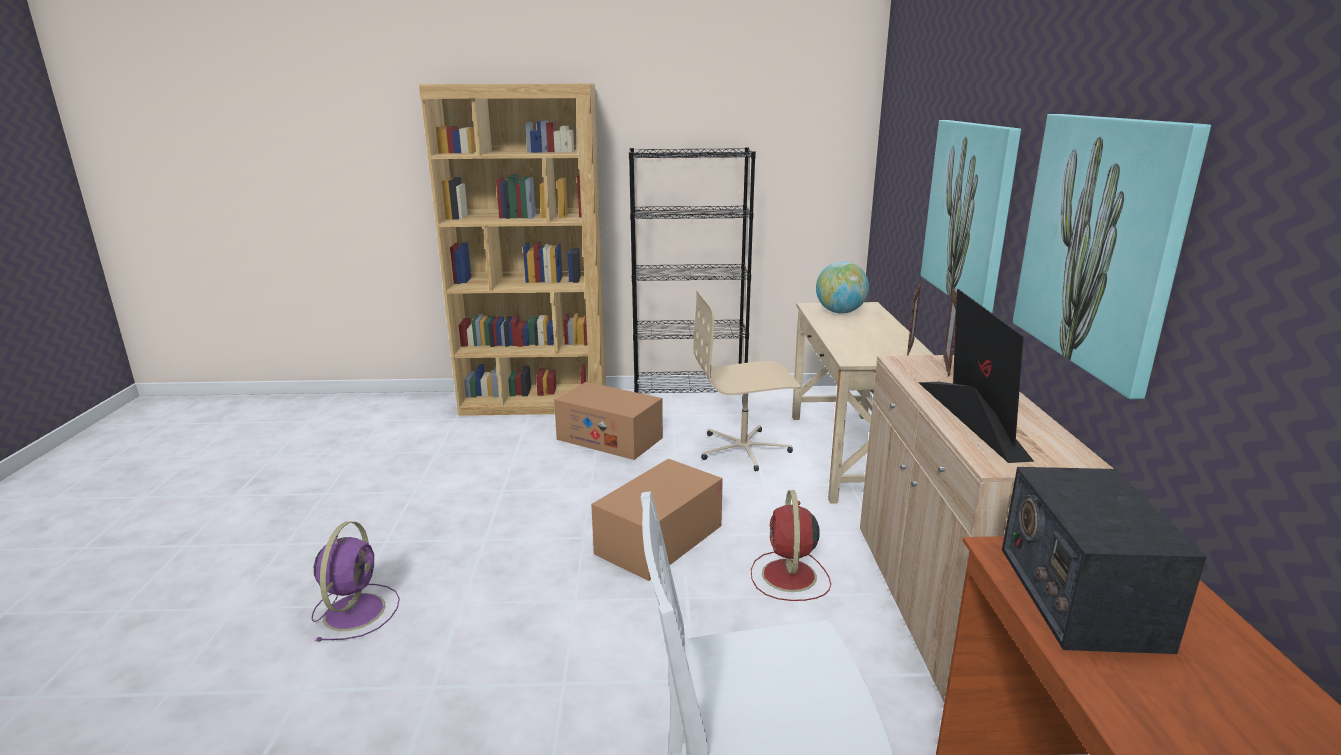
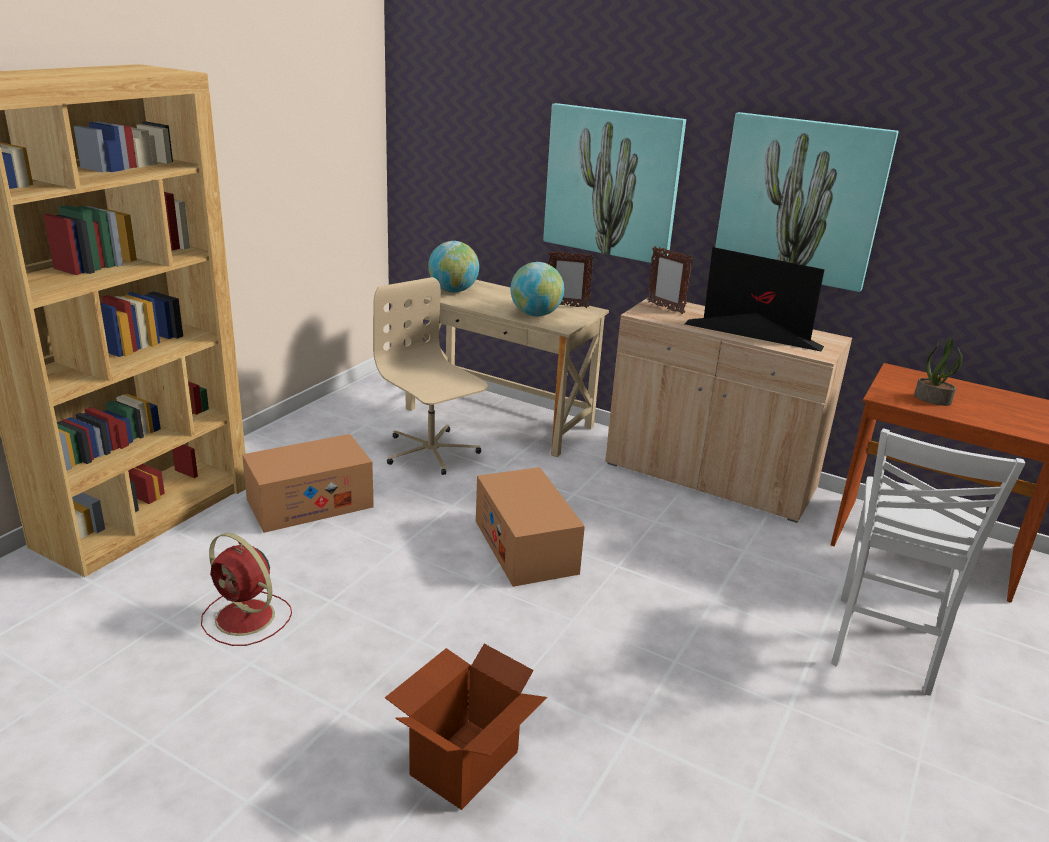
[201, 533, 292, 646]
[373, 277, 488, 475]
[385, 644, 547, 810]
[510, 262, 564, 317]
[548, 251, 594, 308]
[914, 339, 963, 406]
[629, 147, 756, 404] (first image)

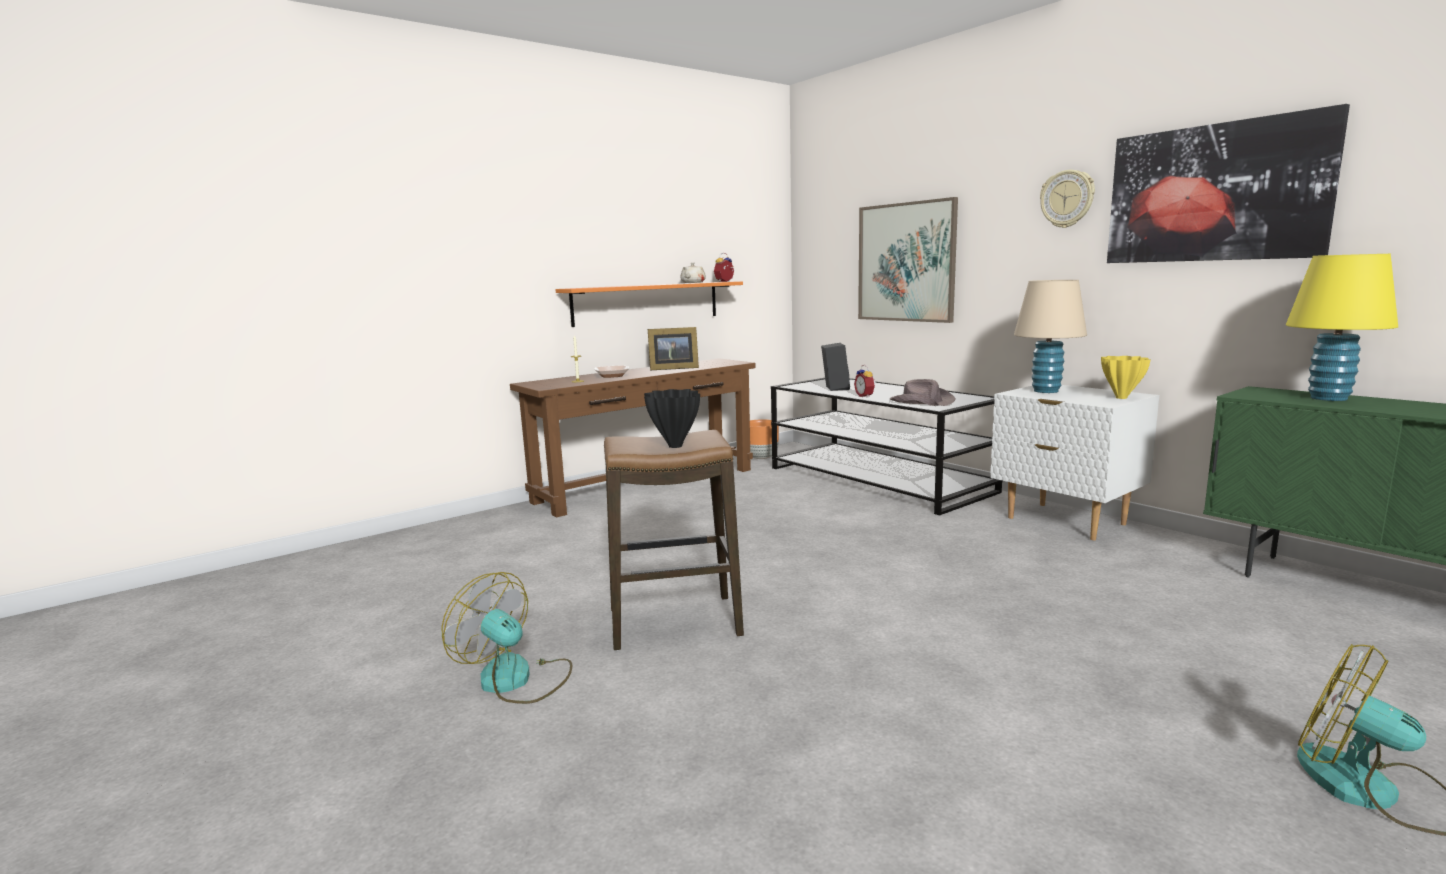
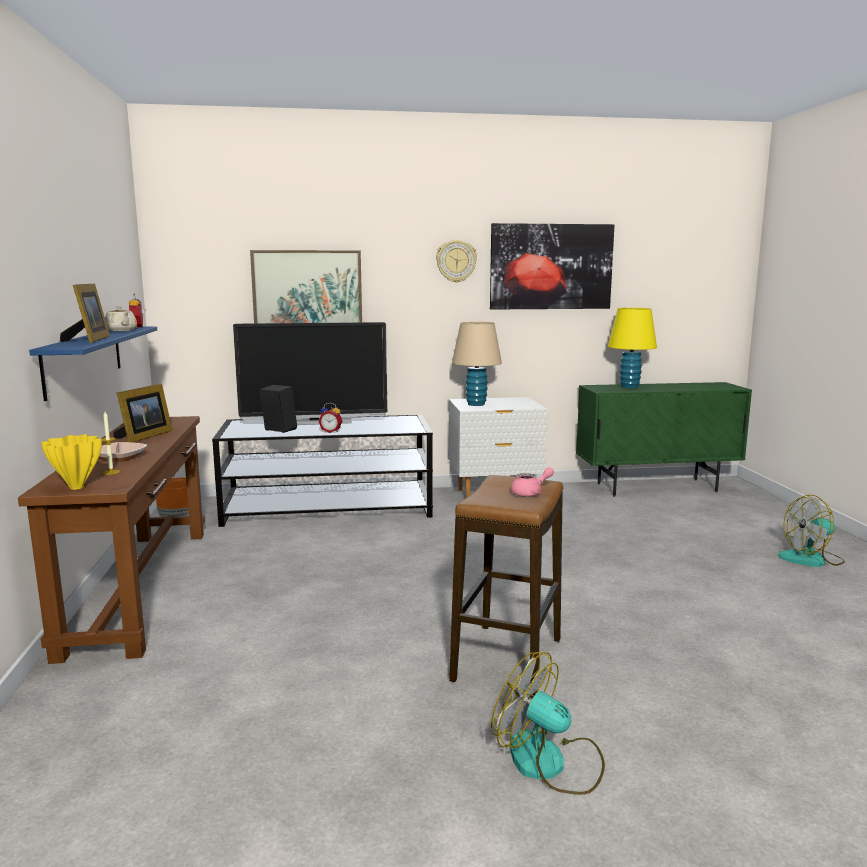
[29, 326, 157, 401]
[41, 434, 102, 490]
[60, 284, 110, 343]
[233, 322, 387, 425]
[491, 652, 605, 795]
[510, 467, 554, 497]
[890, 379, 956, 406] (first image)

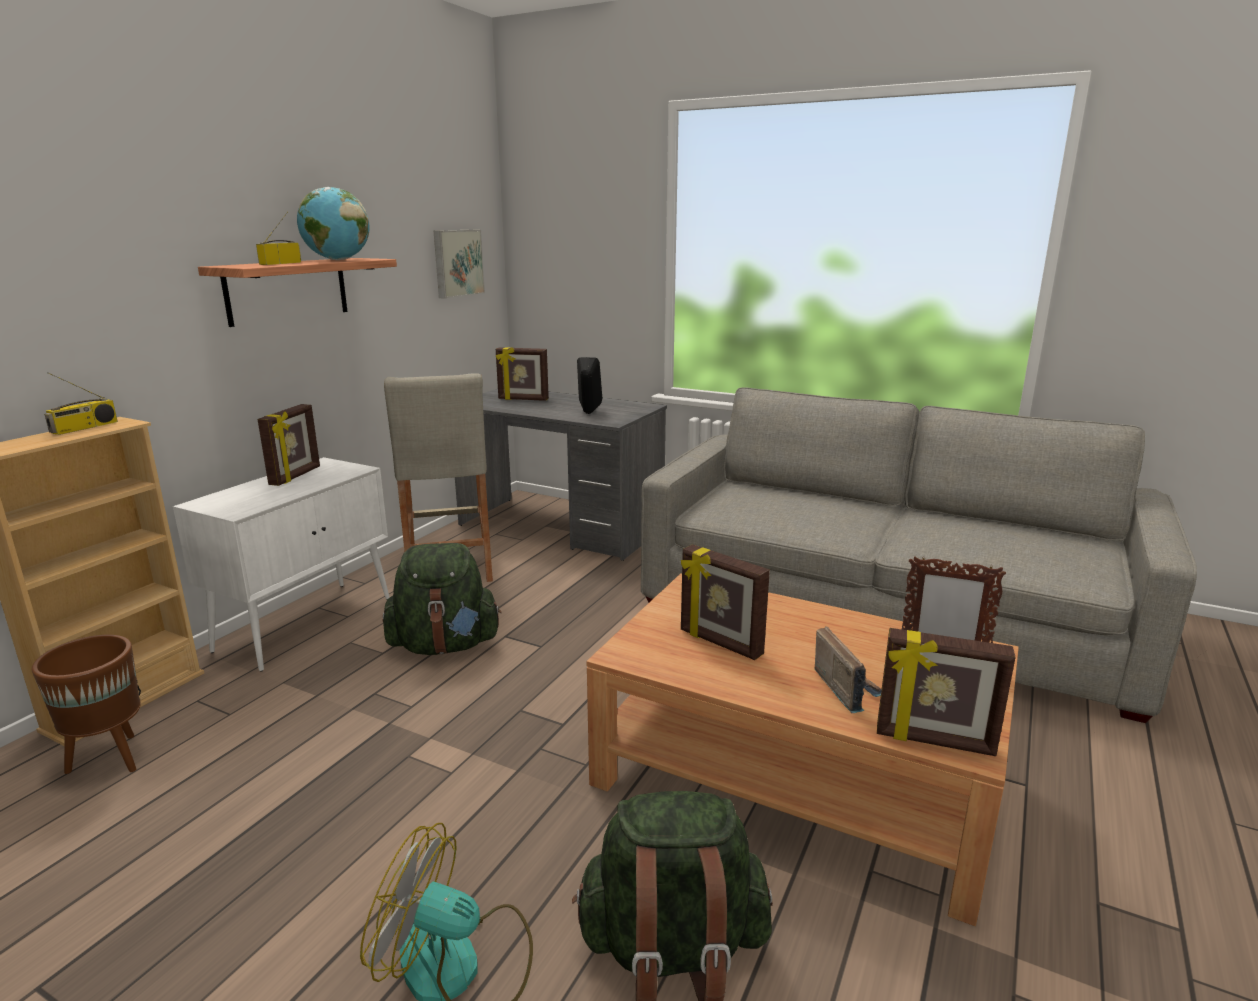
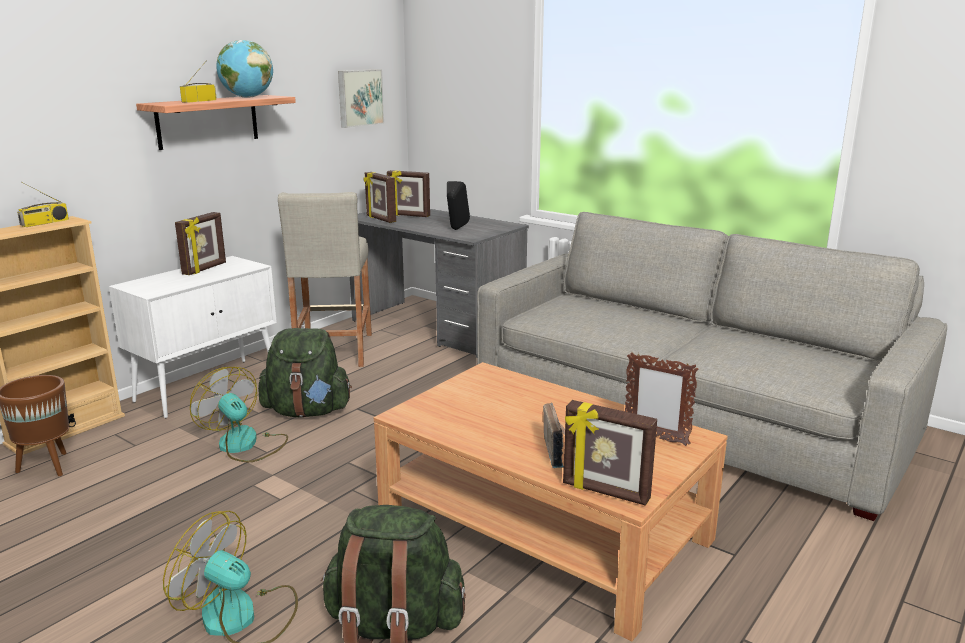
[190, 367, 288, 462]
[363, 172, 396, 223]

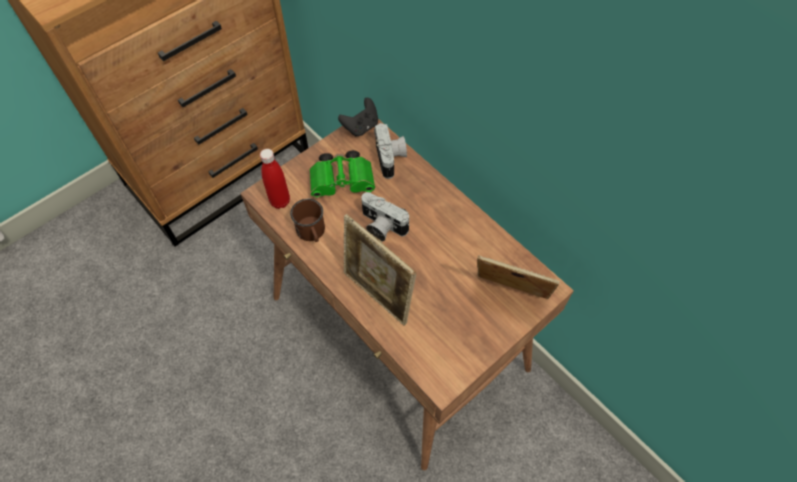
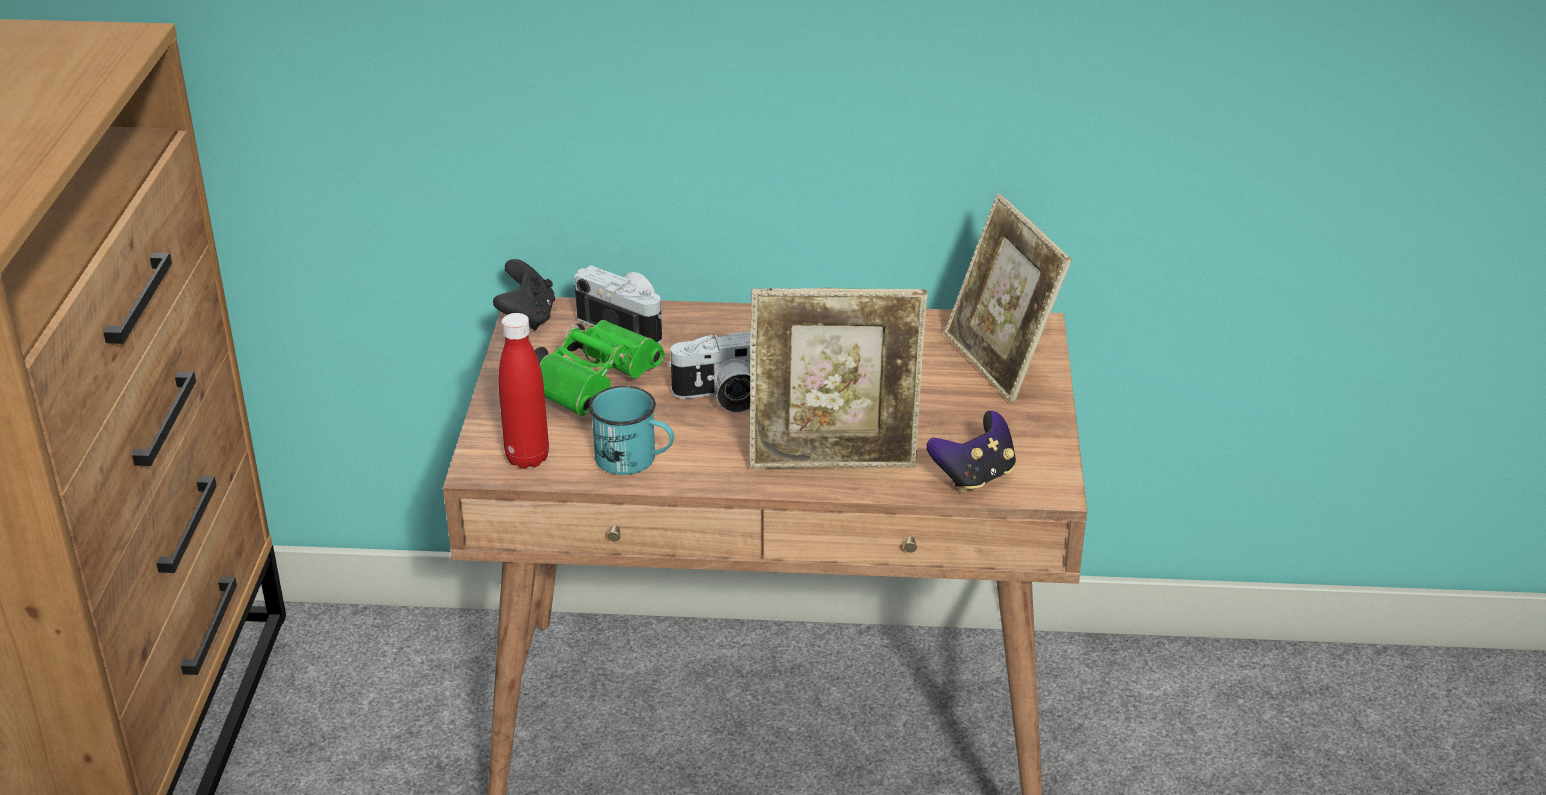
[589, 386, 674, 475]
[927, 411, 1016, 493]
[944, 193, 1072, 403]

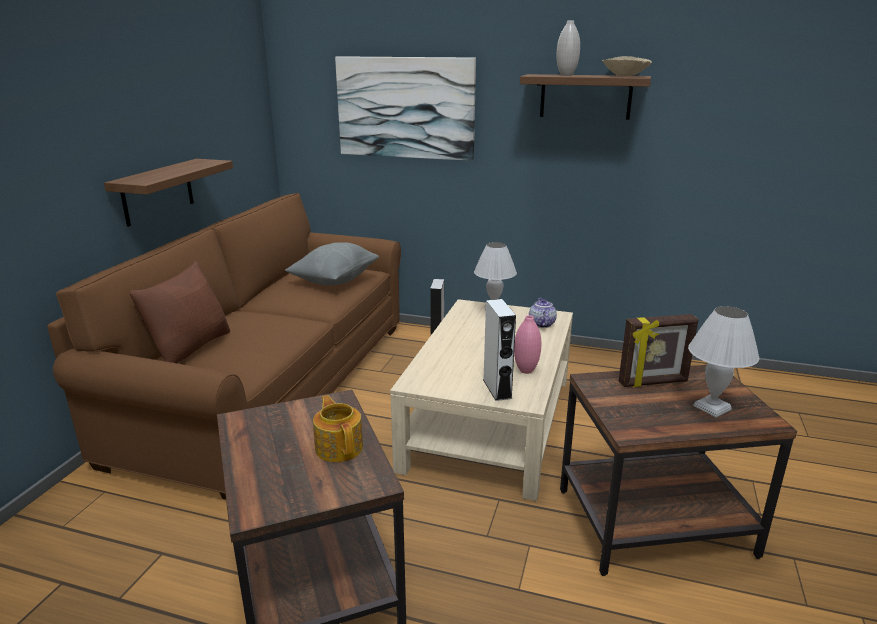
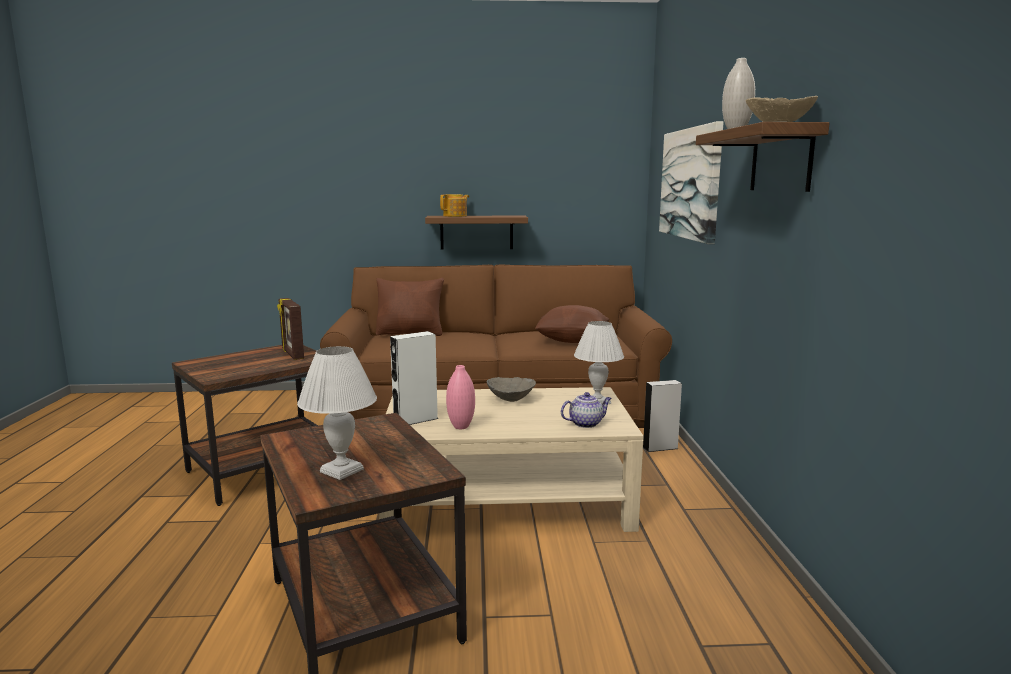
[277, 298, 304, 360]
[440, 194, 469, 217]
[487, 377, 536, 402]
[535, 305, 609, 343]

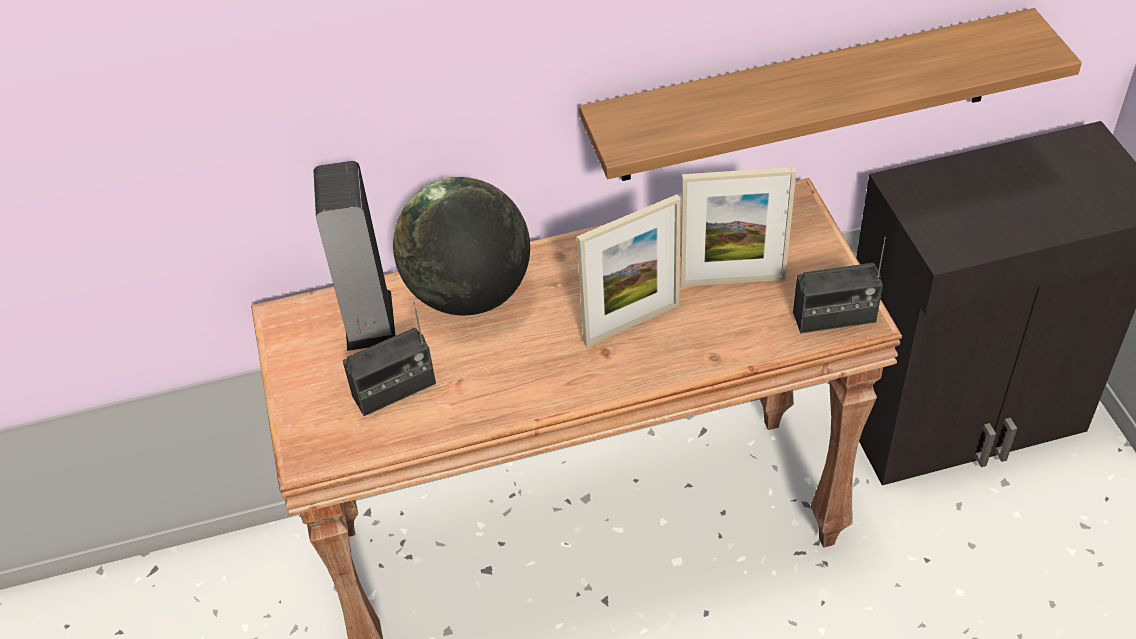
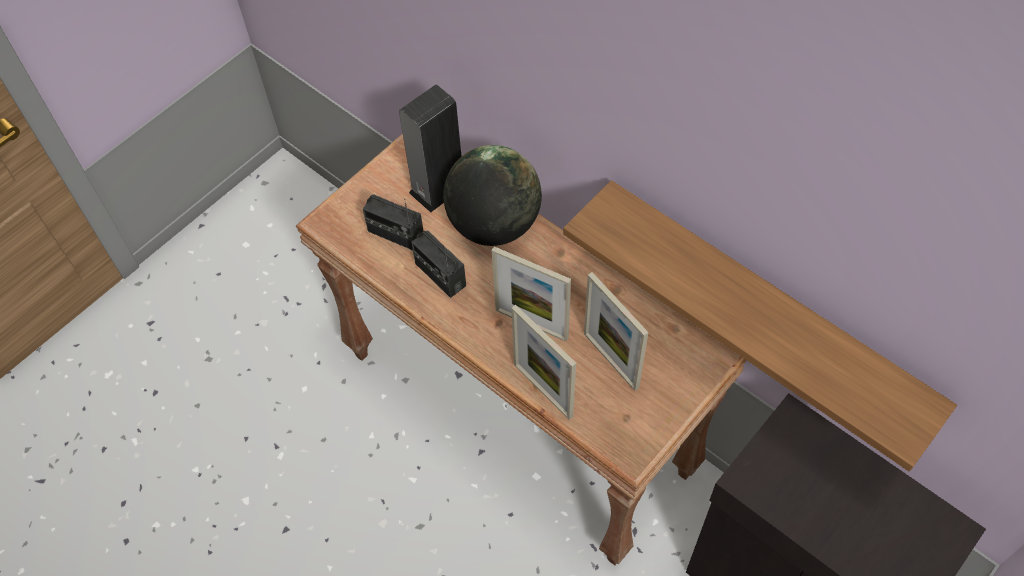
[411, 230, 466, 298]
[511, 305, 576, 420]

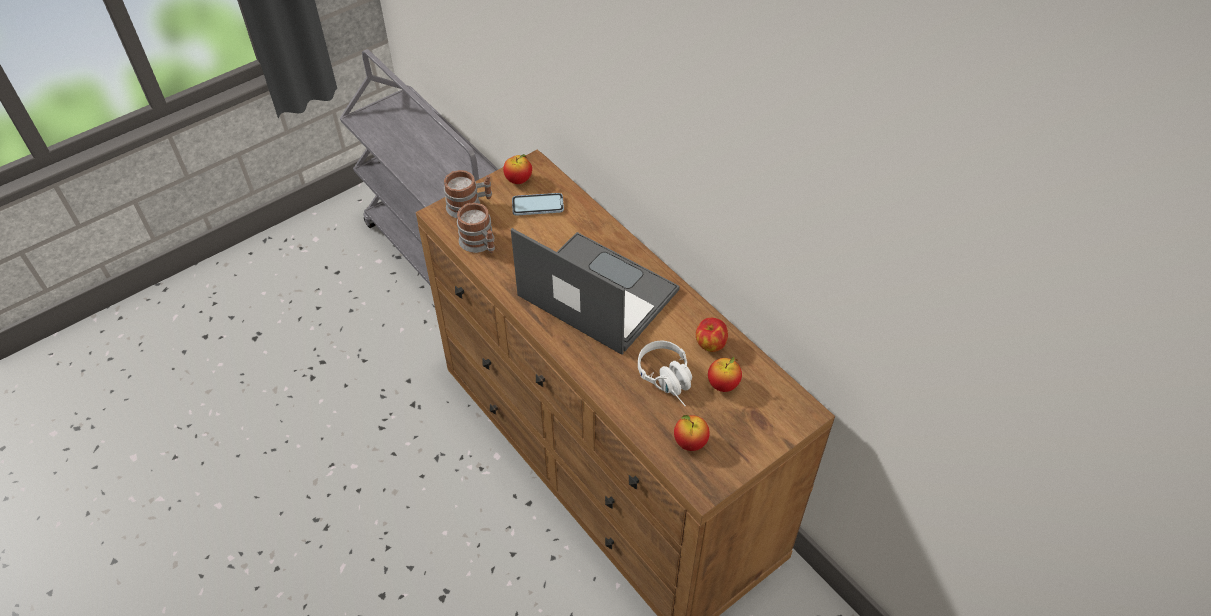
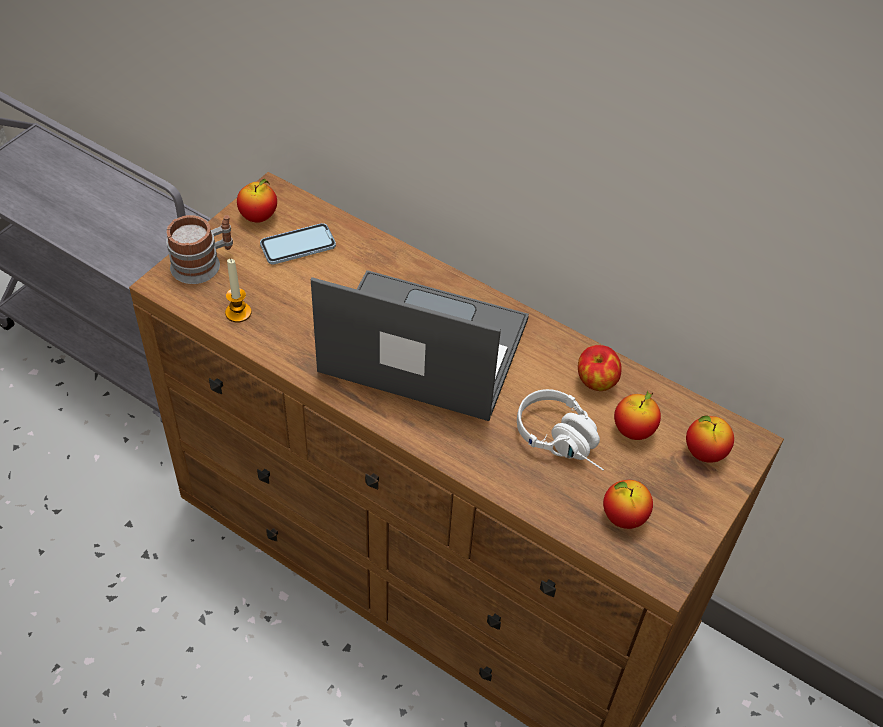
[225, 259, 252, 323]
[686, 415, 734, 463]

